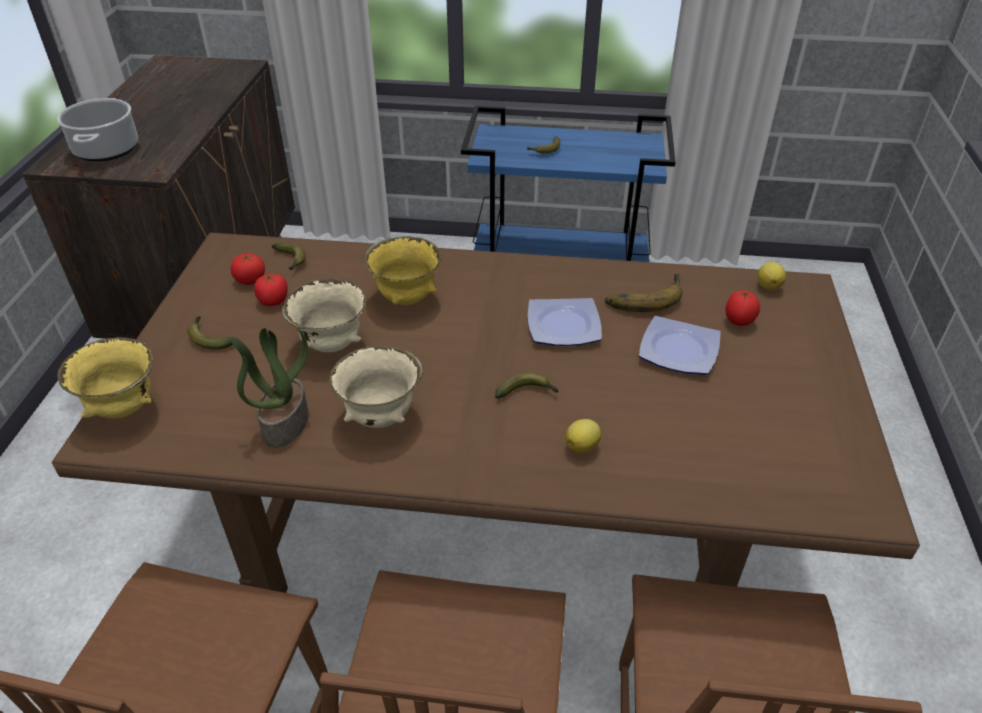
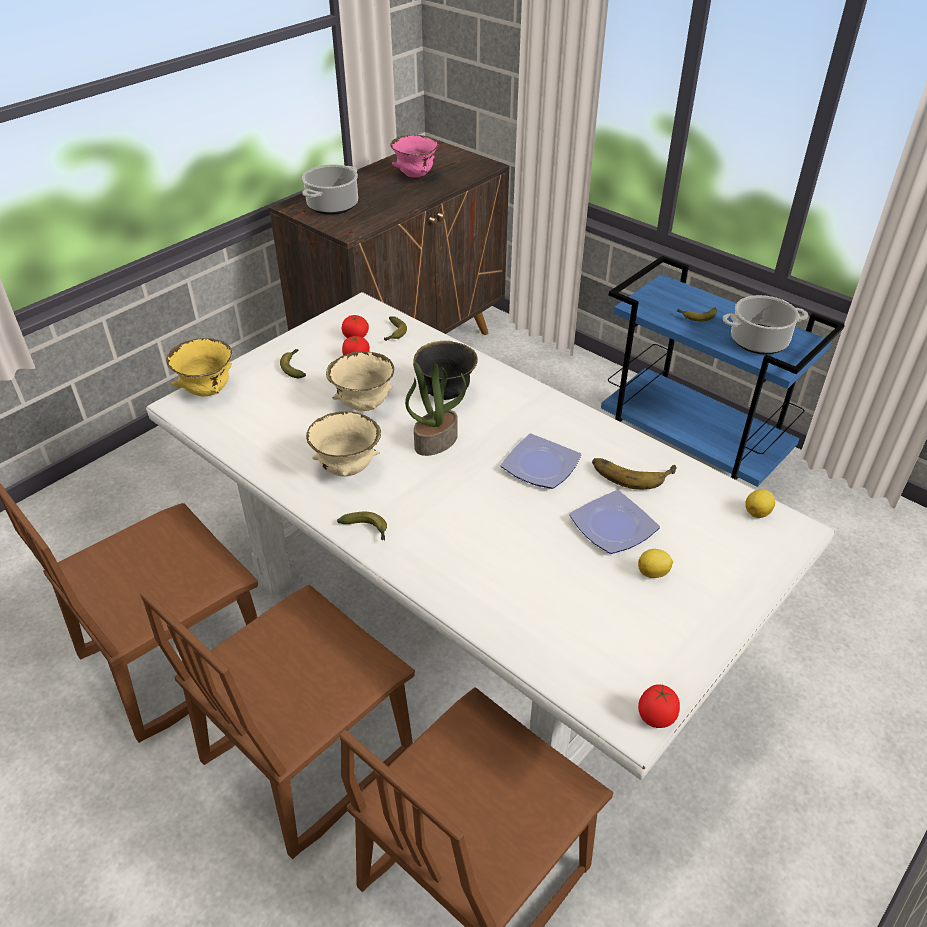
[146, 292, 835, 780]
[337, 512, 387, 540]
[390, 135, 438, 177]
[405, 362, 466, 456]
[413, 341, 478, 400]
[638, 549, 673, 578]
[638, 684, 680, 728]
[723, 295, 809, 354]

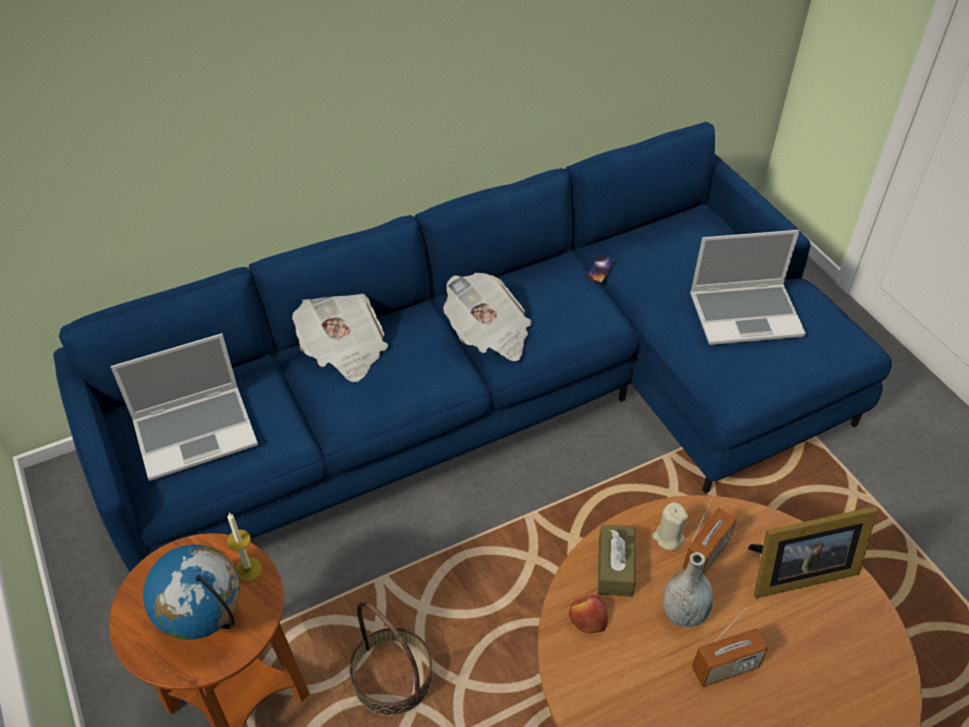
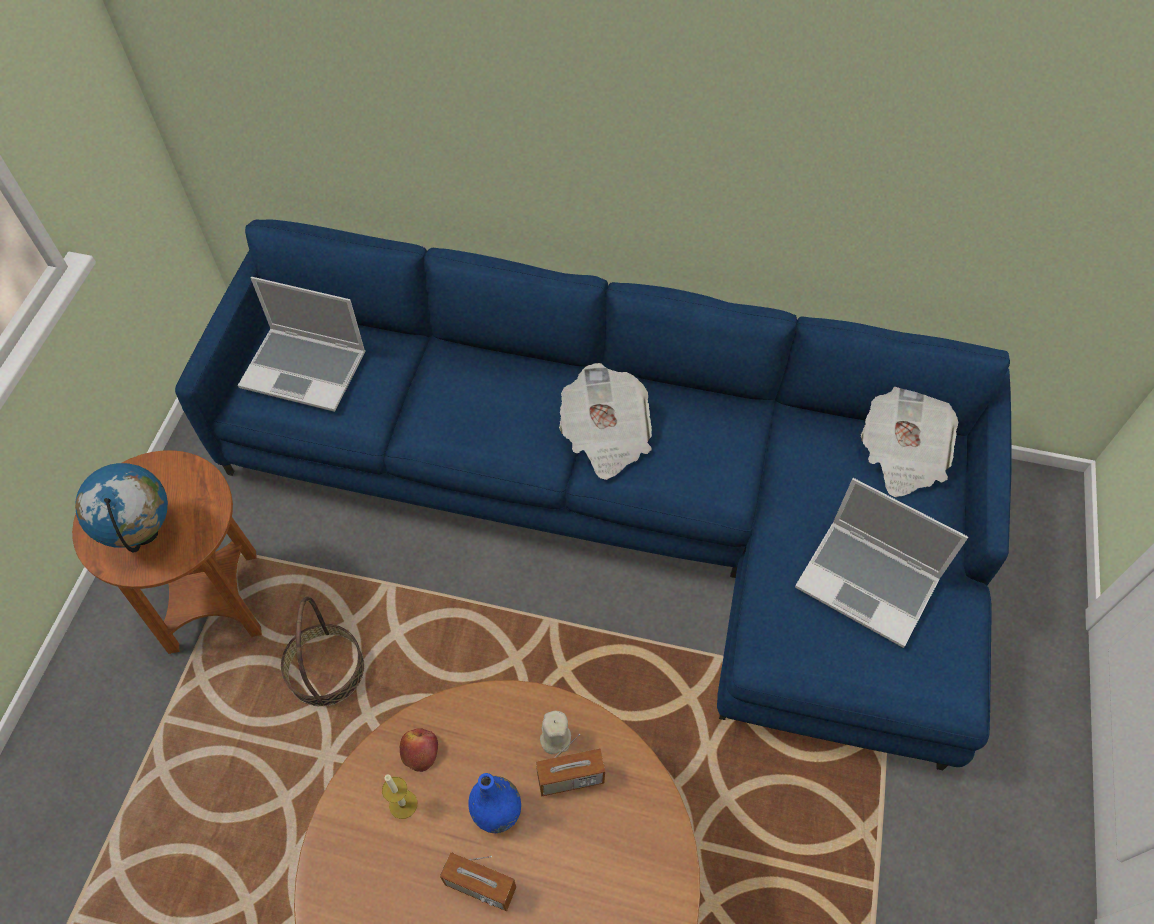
[382, 774, 417, 819]
[468, 773, 521, 833]
[861, 387, 958, 497]
[585, 254, 616, 284] (first image)
[598, 525, 636, 597] (first image)
[748, 506, 878, 598] (first image)

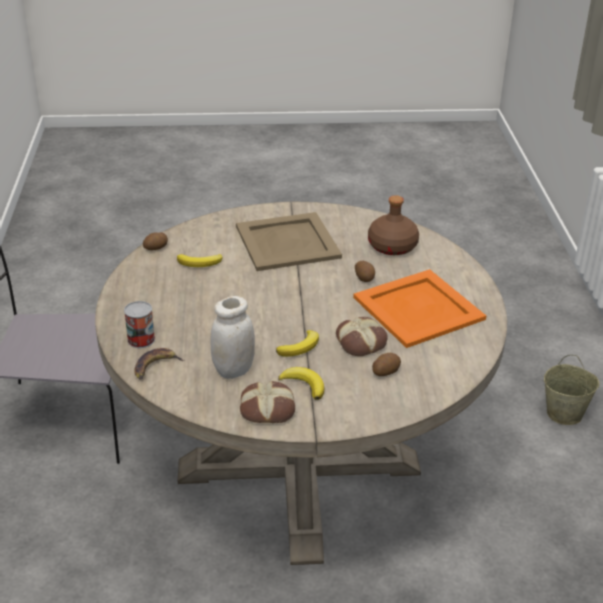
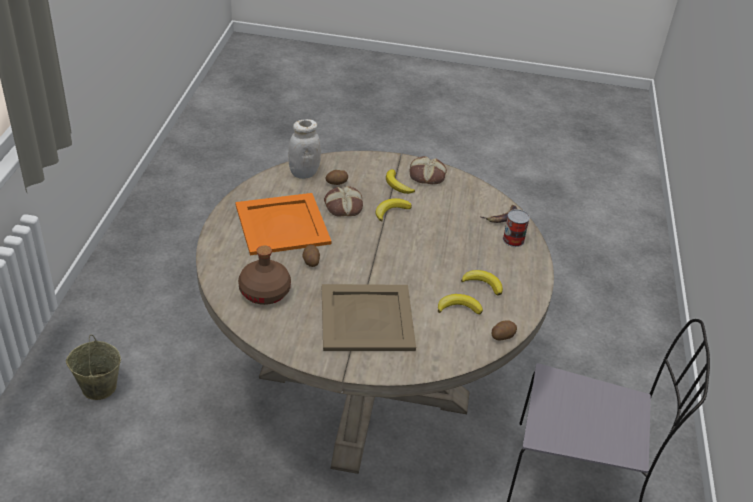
[288, 119, 321, 179]
[461, 270, 503, 296]

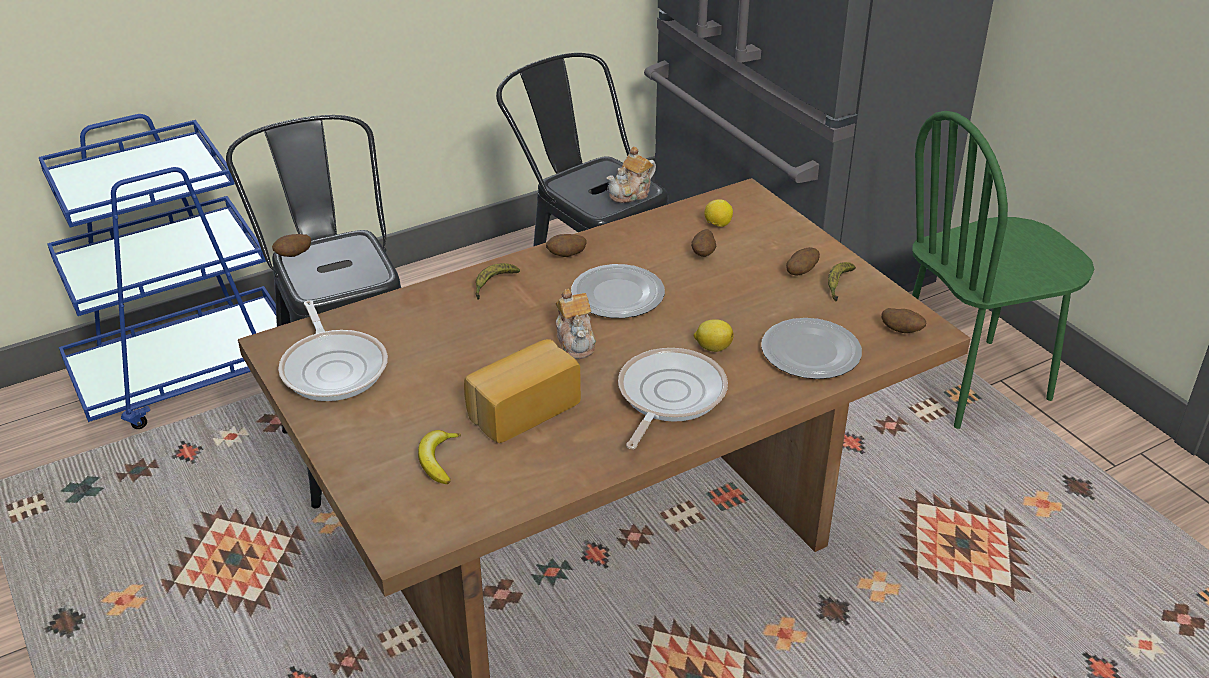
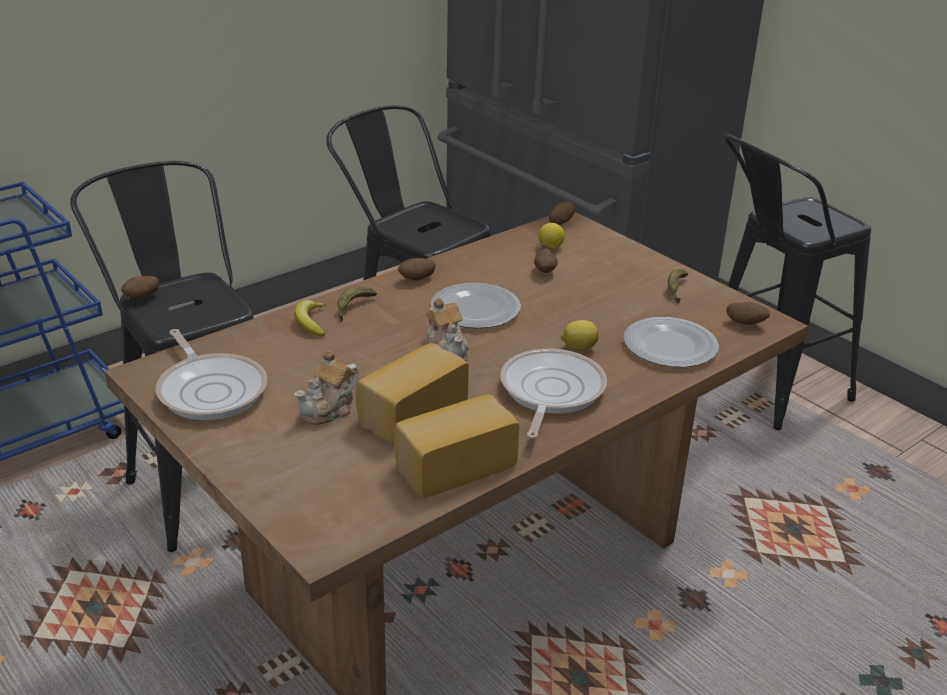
[294, 300, 327, 337]
[295, 350, 359, 425]
[394, 395, 519, 498]
[549, 202, 575, 225]
[724, 134, 871, 430]

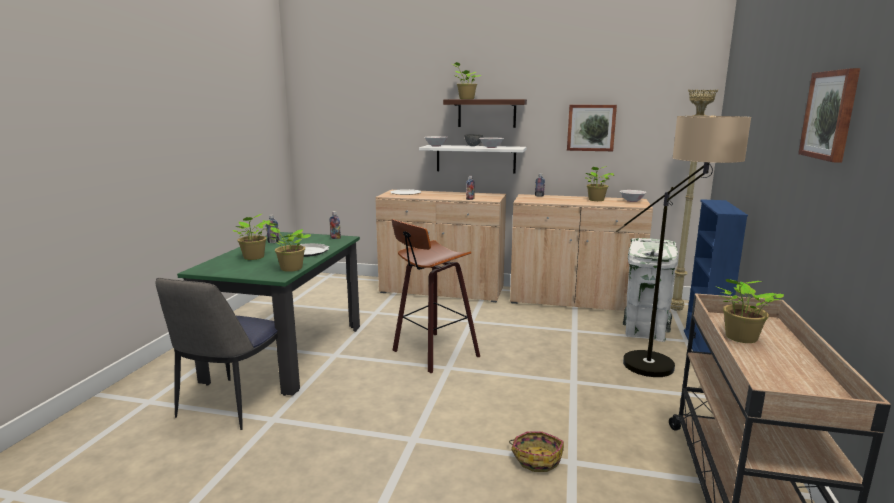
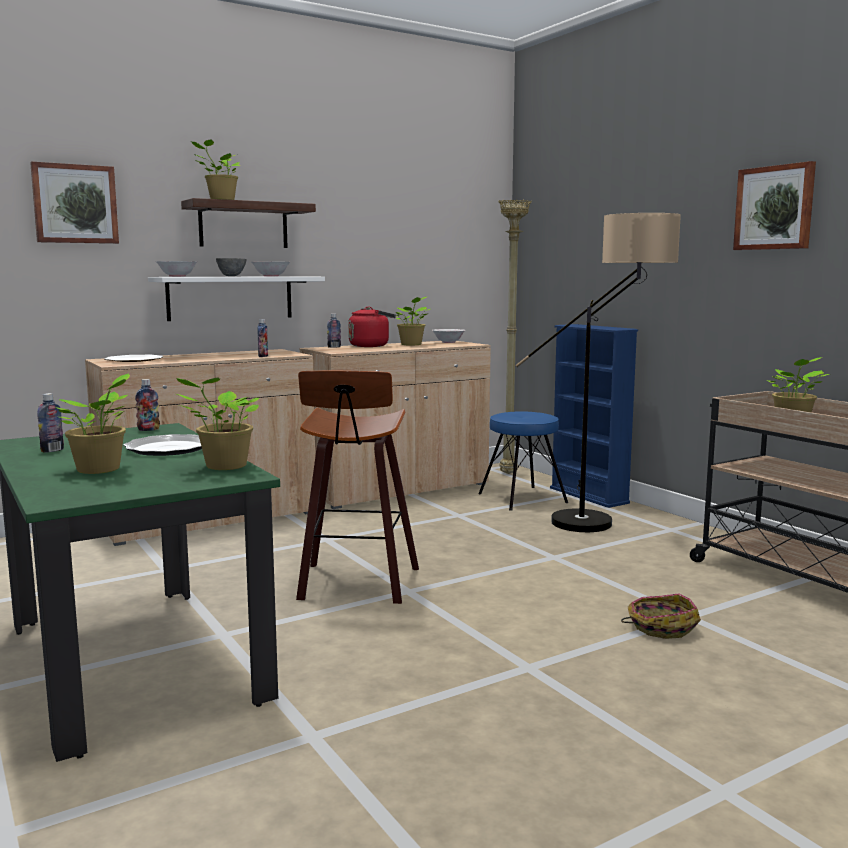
[30, 161, 119, 244]
[348, 307, 396, 347]
[478, 412, 568, 511]
[155, 278, 278, 430] (first image)

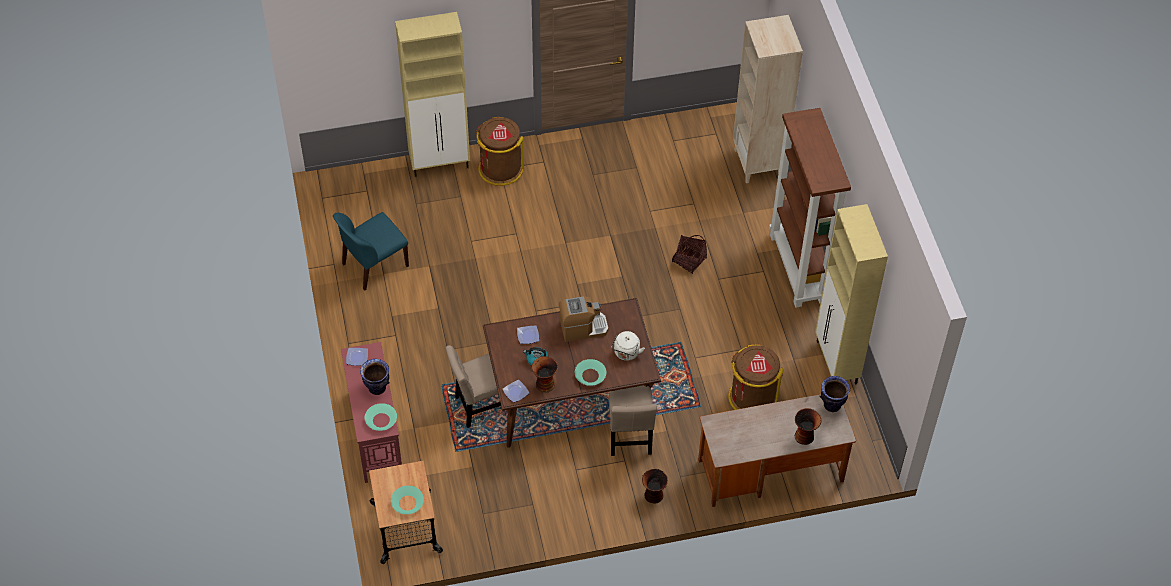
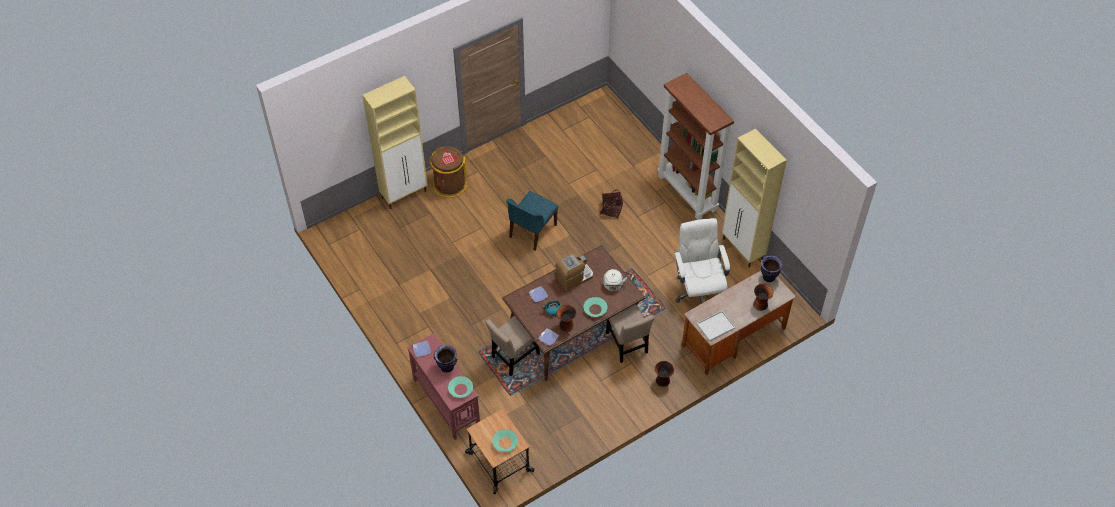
[506, 191, 558, 251]
[674, 218, 730, 303]
[697, 311, 735, 341]
[733, 15, 803, 183] (first image)

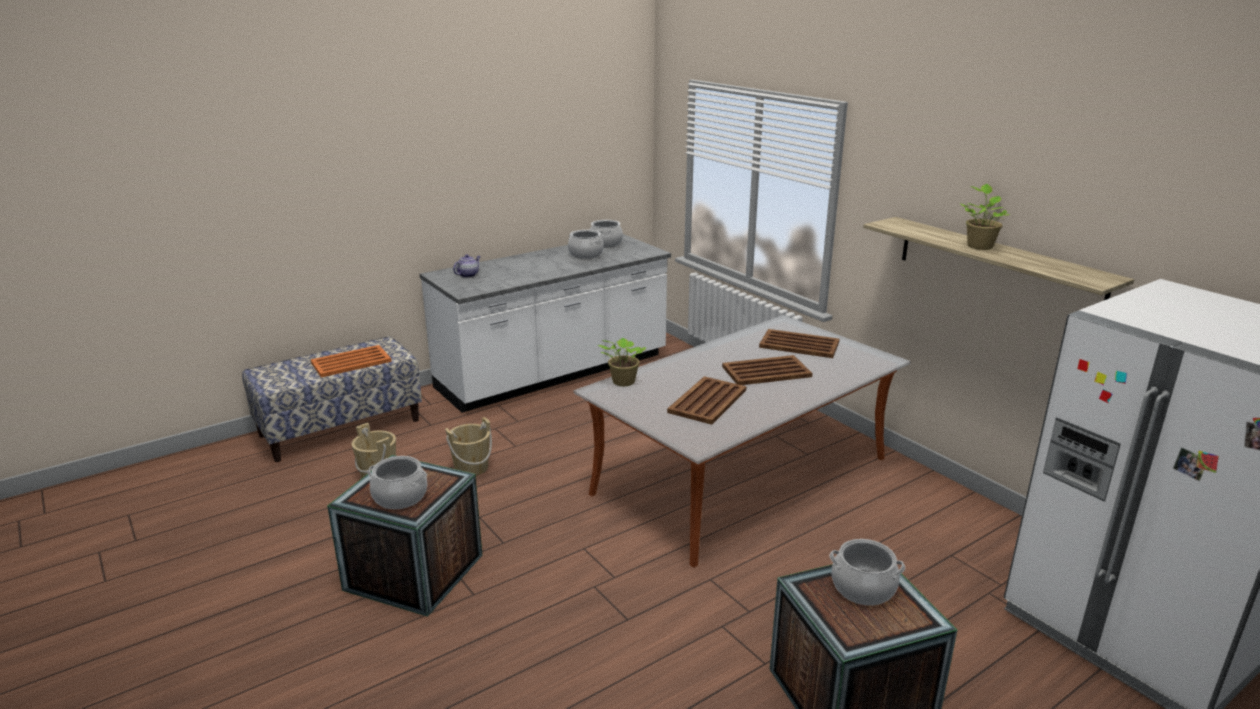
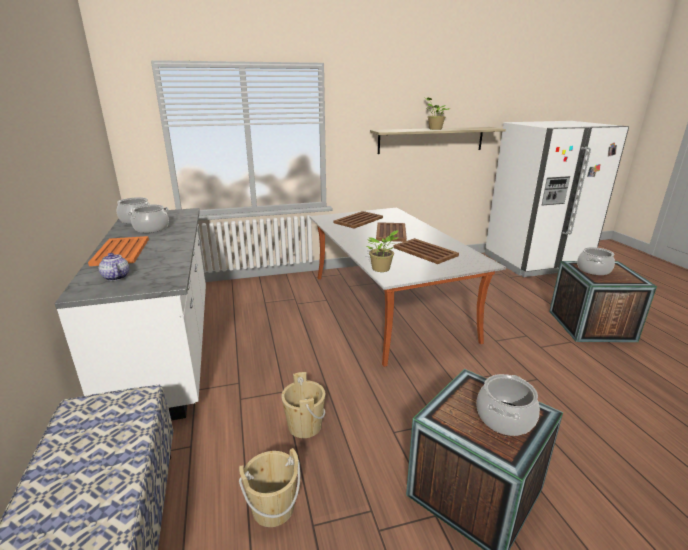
[88, 236, 149, 266]

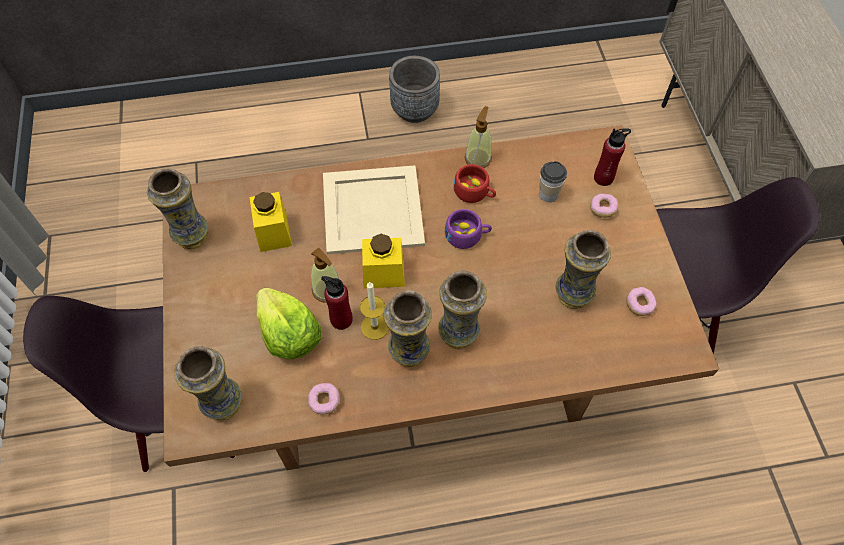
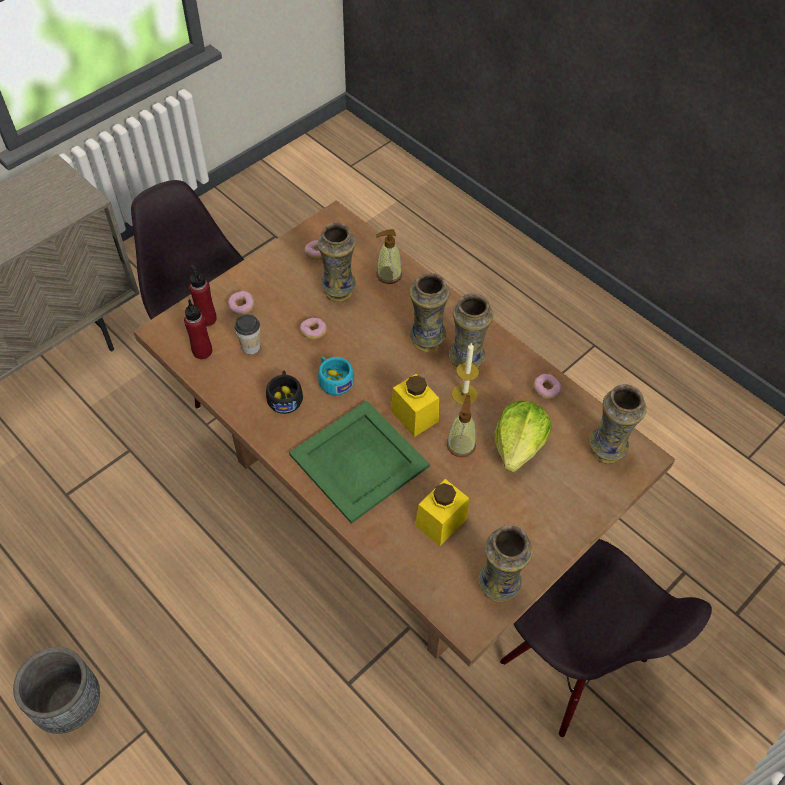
[184, 299, 212, 359]
[266, 371, 303, 414]
[289, 400, 430, 524]
[300, 318, 327, 340]
[318, 356, 354, 396]
[376, 229, 402, 284]

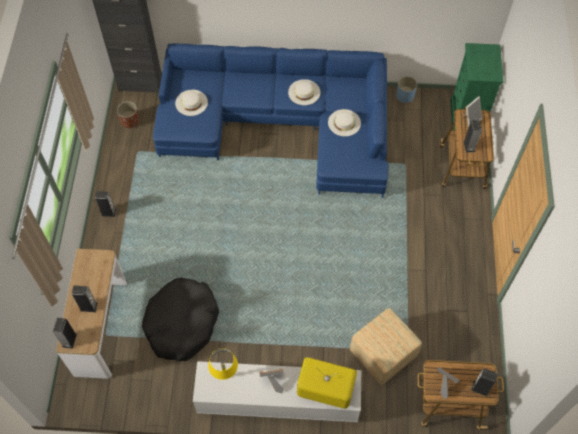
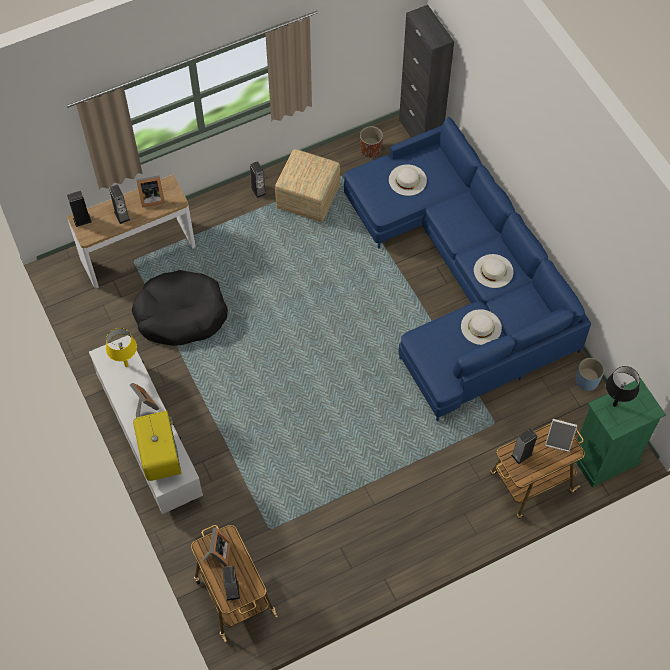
[136, 175, 165, 207]
[275, 149, 340, 222]
[606, 366, 640, 407]

